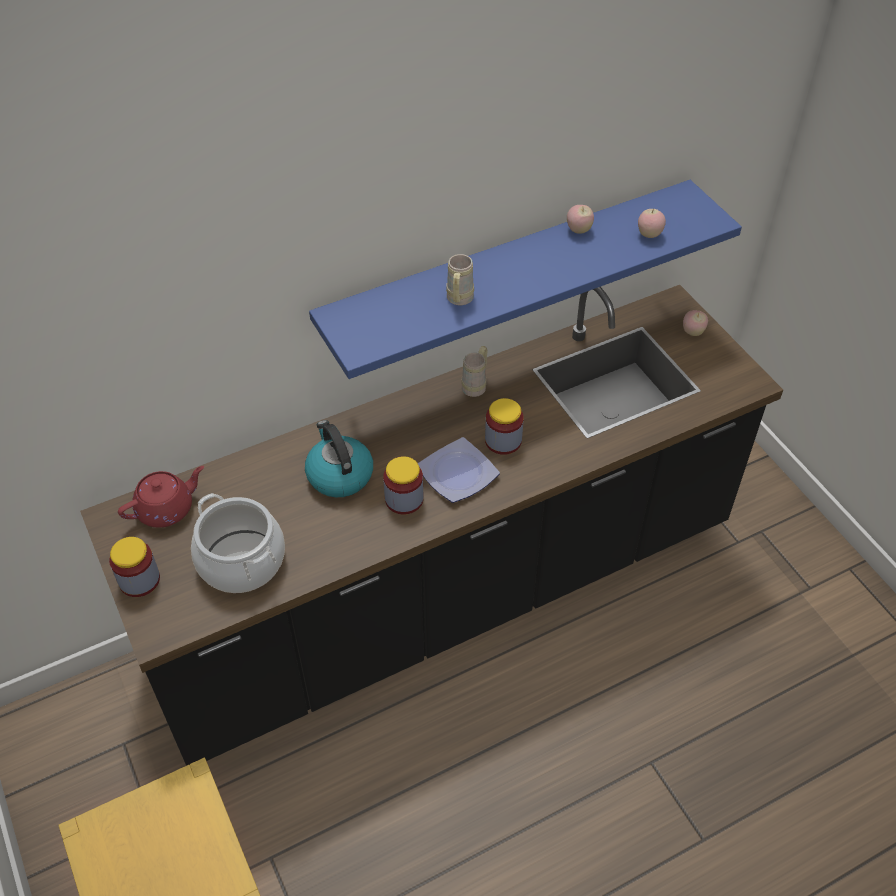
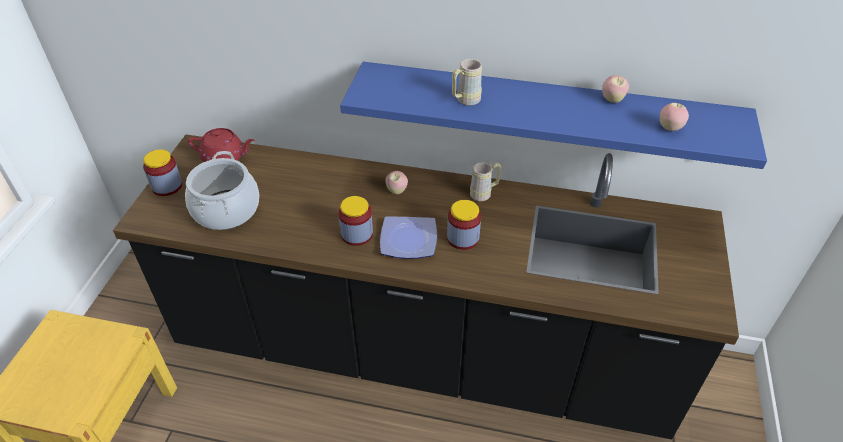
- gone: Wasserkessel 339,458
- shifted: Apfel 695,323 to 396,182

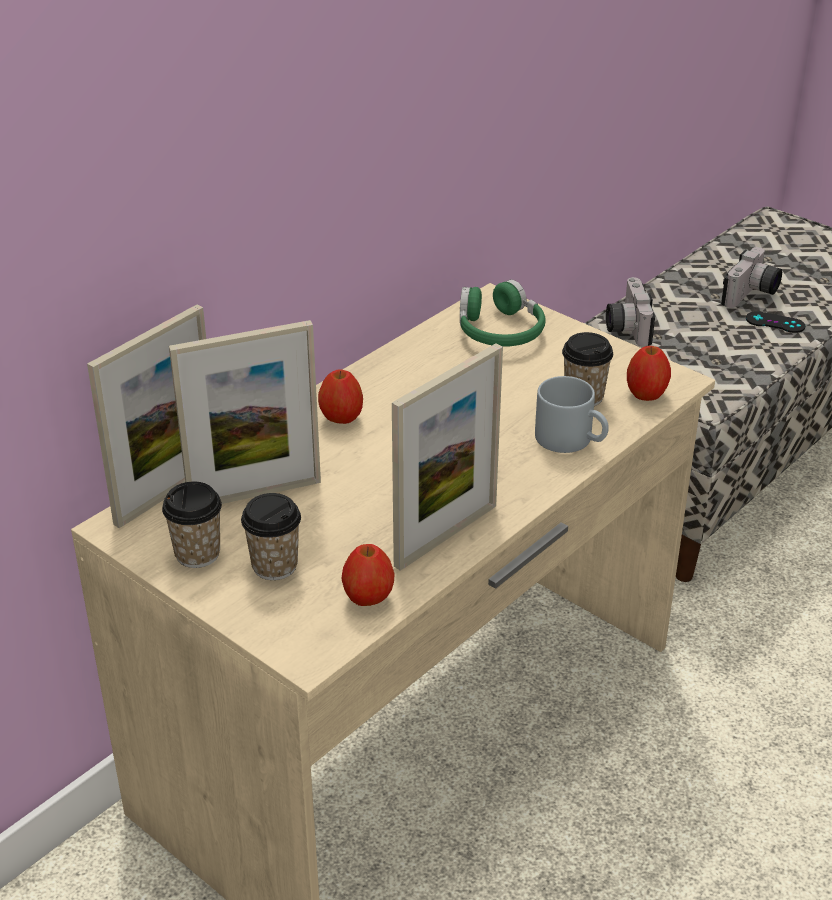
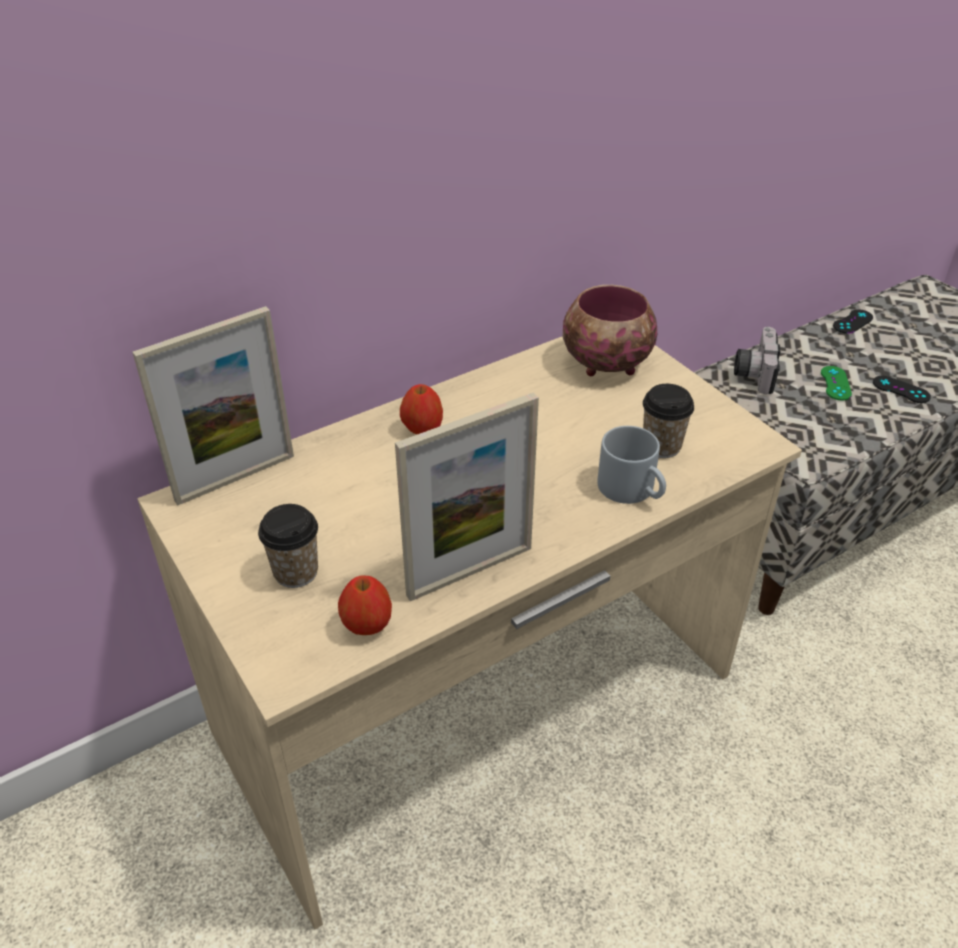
- gone: Tasse 192,524
- gone: Bilderrahmen 245,412
- gone: Apfel 649,373
- gone: Kamera 751,277
- new: Gamepad/grün 836,383
- new: Gamepad/schwarz 853,321
- swapped: Kopfhörer/grün 502,313 to Schüssel 610,330

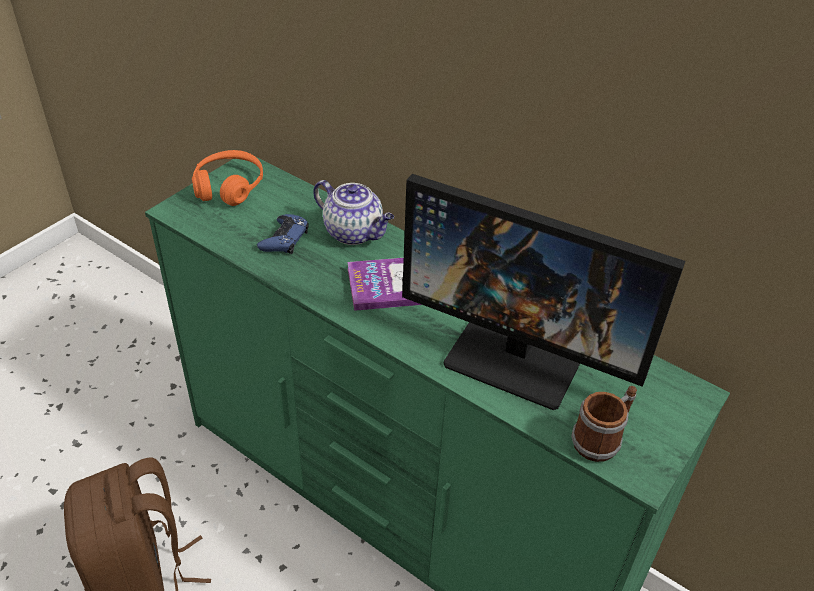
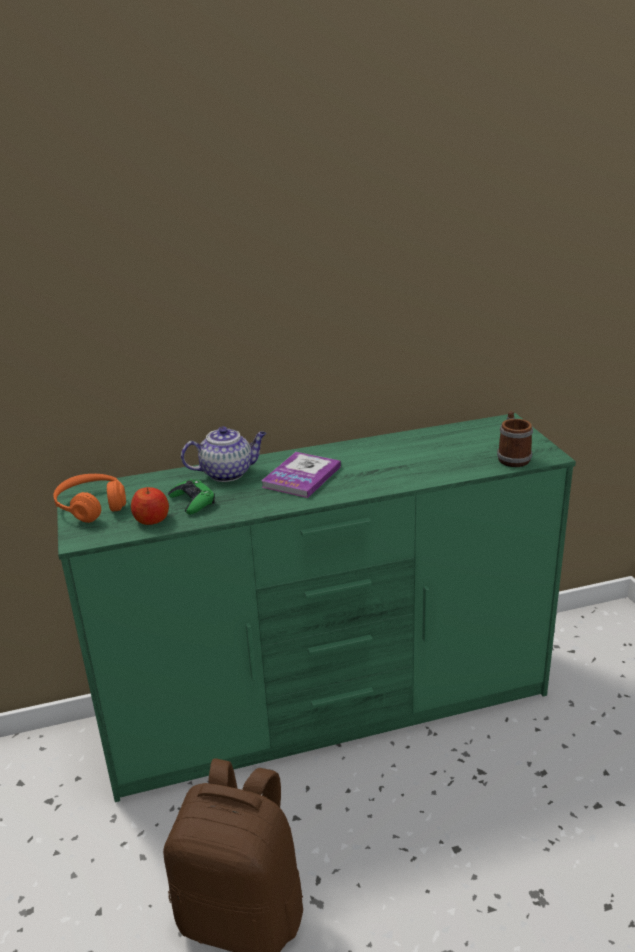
- gone: Monitor 544,292
- new: Apfel 150,506
- repainted: Gamepad/blau 282,234 to Gamepad/grün 191,497

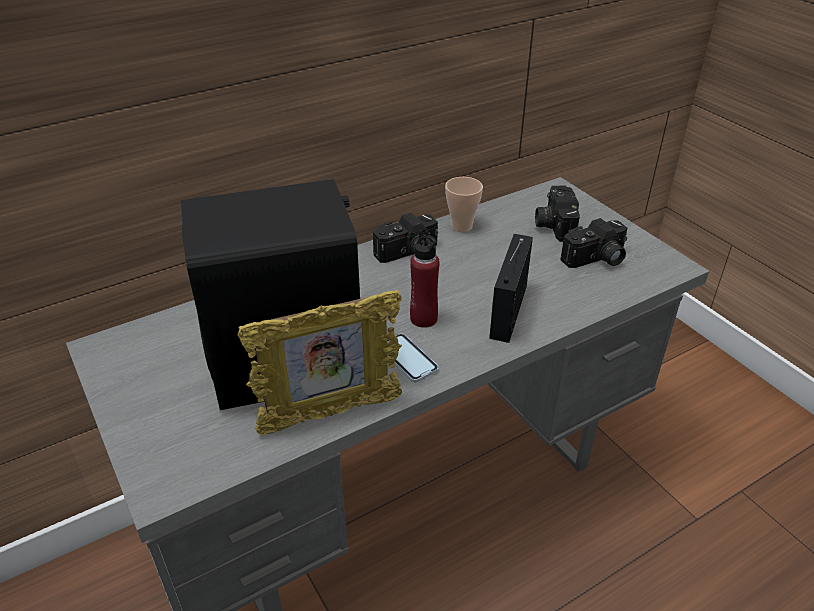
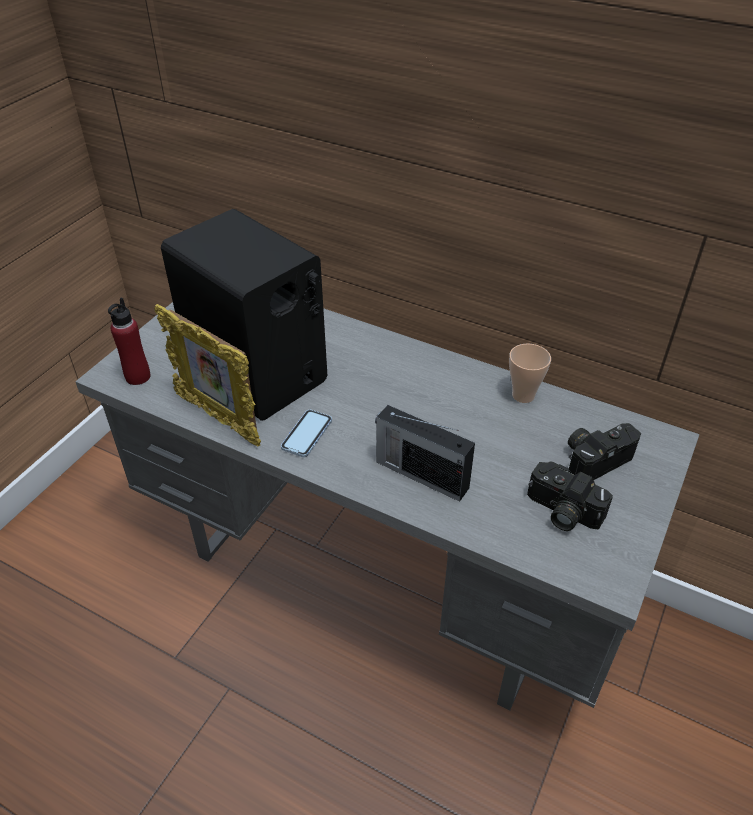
- gone: Kamera 405,238
- shifted: Flasche/rot 425,279 to 129,341
- rotated: Radio 511,288 = 425,453 135 degrees counterclockwise

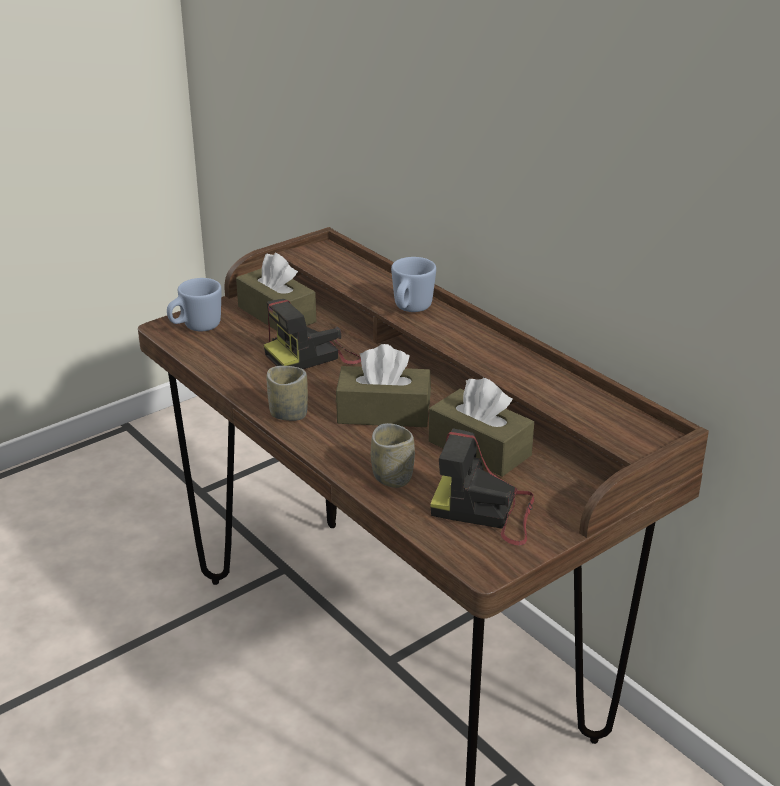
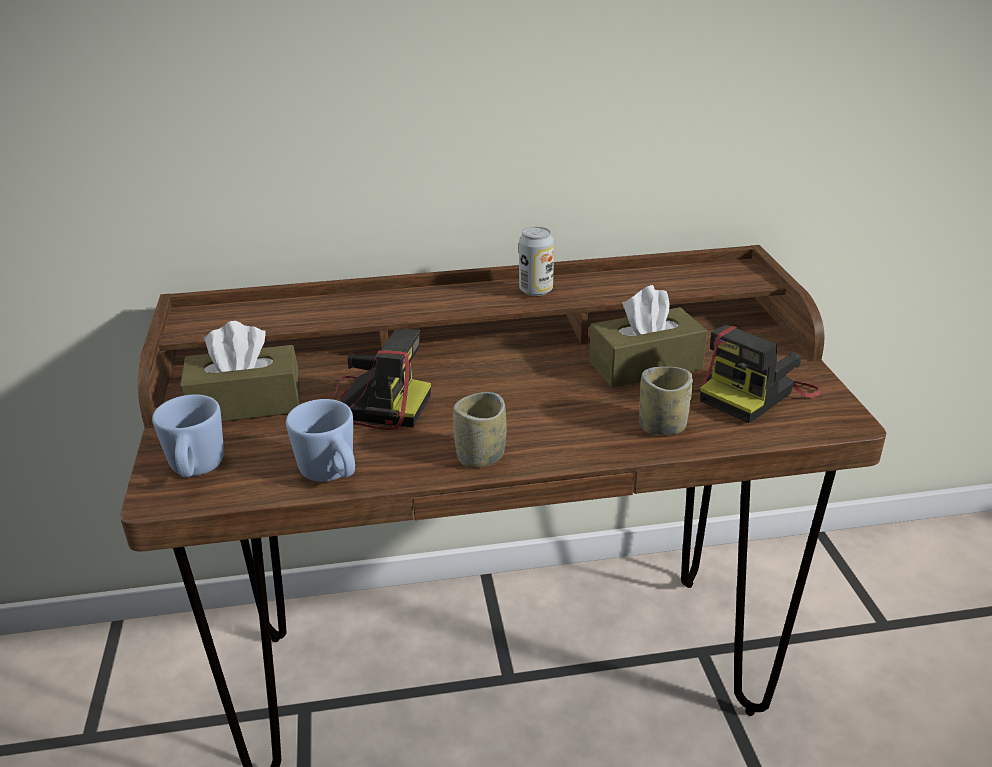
- gone: Taschentuchbox/braun 383,385
- new: Dose 536,261
- shifted: Henkelbecher/blau 413,284 to 320,440
- rotated: Kamera 312,334 = 381,379 75 degrees counterclockwise

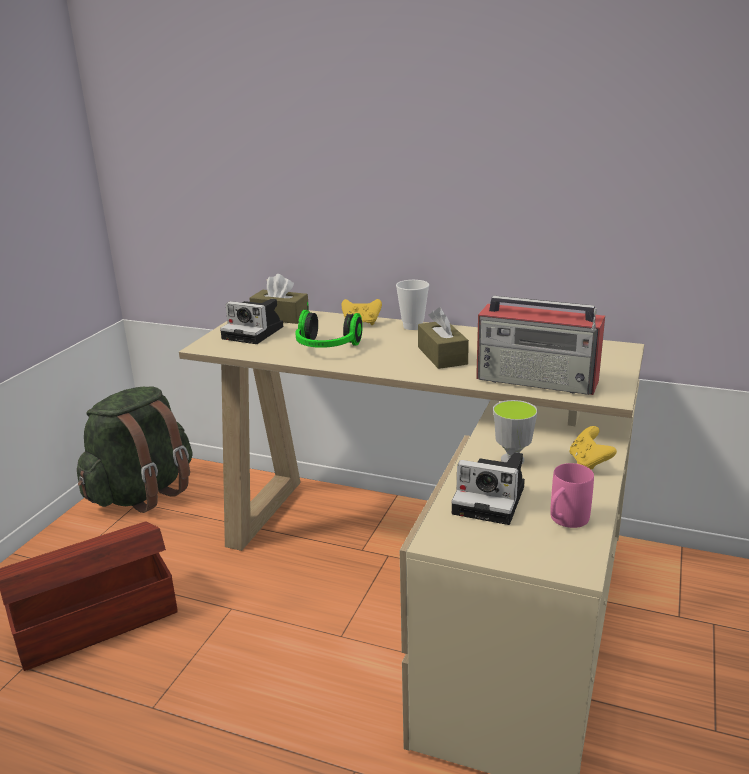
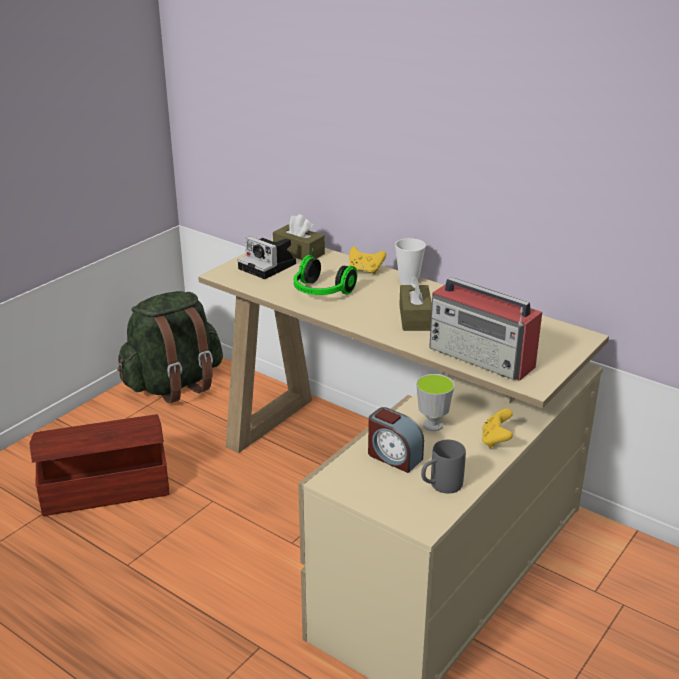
- swapped: Kamera 488,488 to Wecker 396,440
- repainted: Henkelbecher/rosa 572,495 to Henkelbecher/grau 443,466

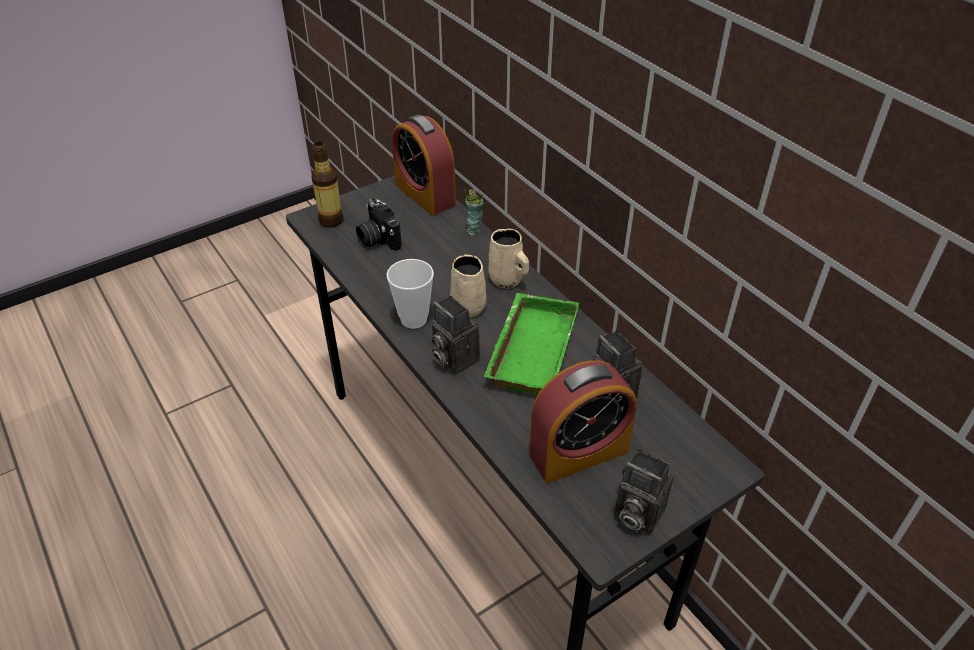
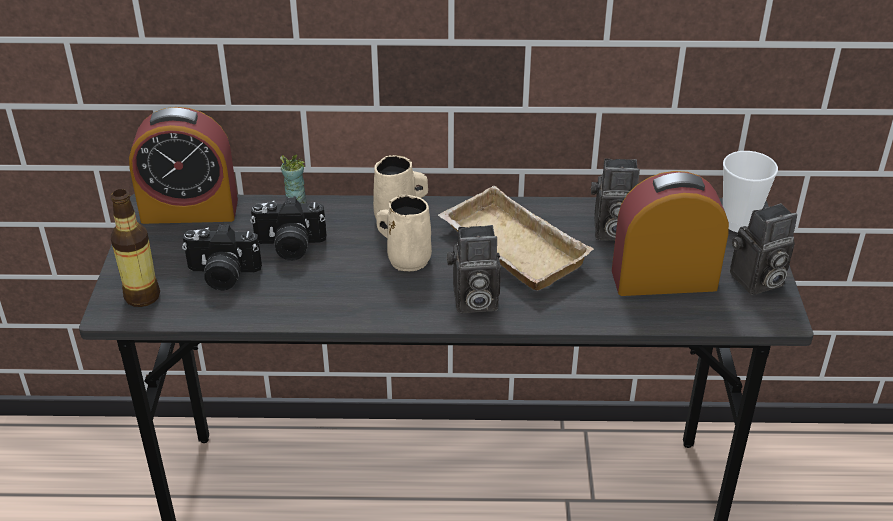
- new: Kamera 288,228
- shifted: Tasse 410,294 to 750,191
- repainted: Tablett/grün 531,344 to Tablett/beige 516,238
- rotated: Wecker 583,421 = 670,233 105 degrees counterclockwise

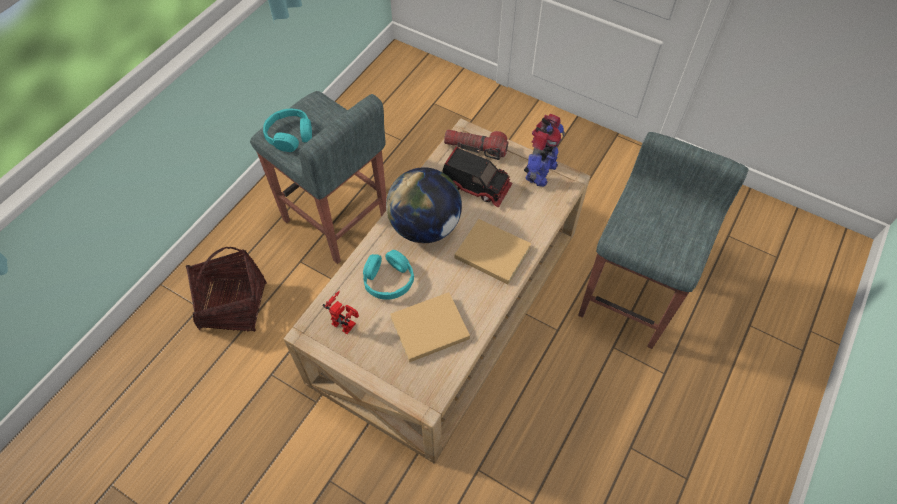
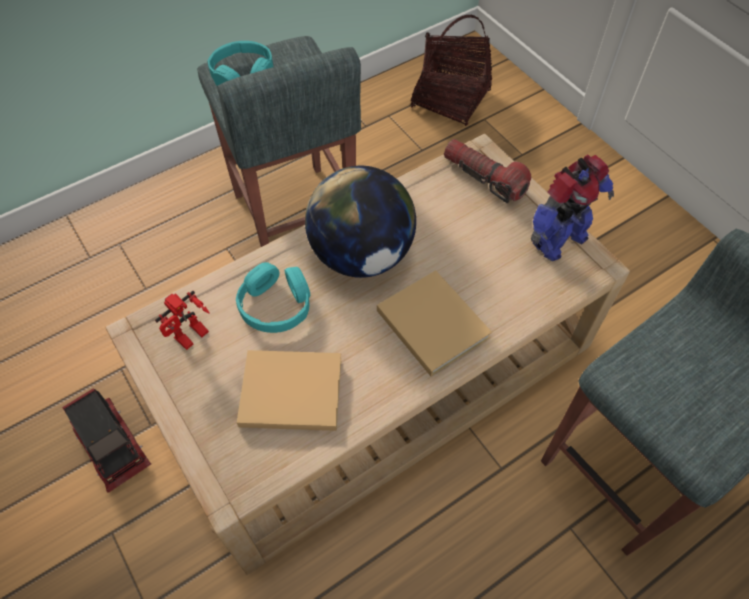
- shifted: Korb 226,289 to 451,70
- shifted: Spielzeuglaster 477,176 to 106,440
- rotated: Spielzeugroboter 340,312 = 182,320 75 degrees clockwise

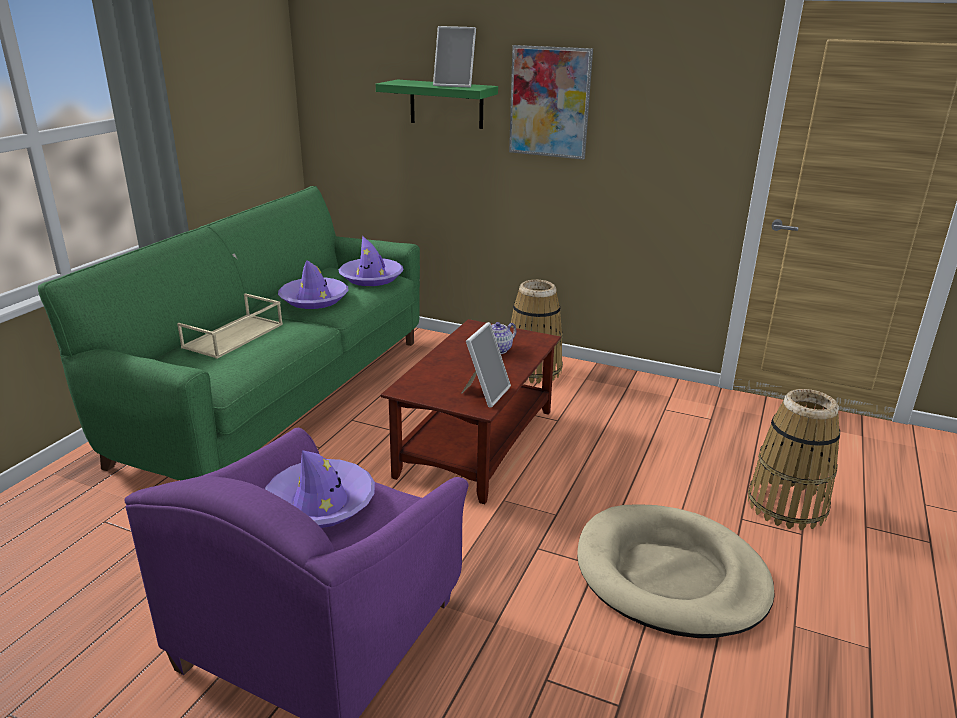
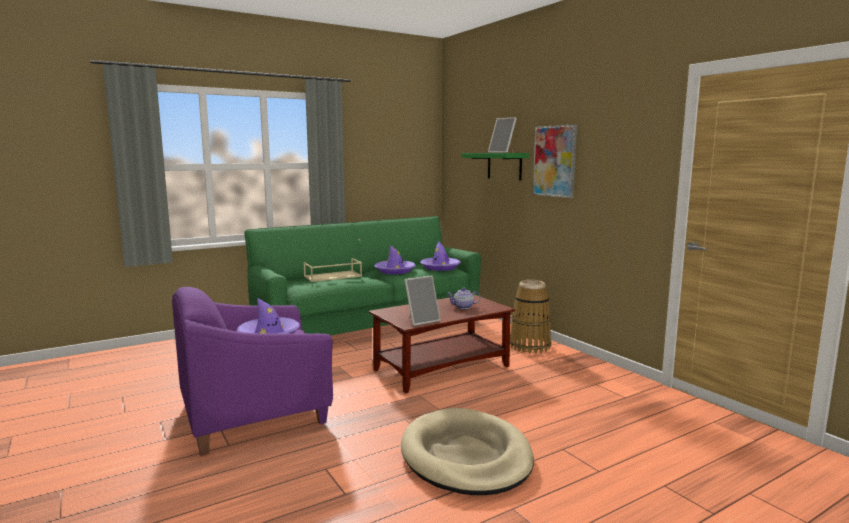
- gone: Korb 794,459

